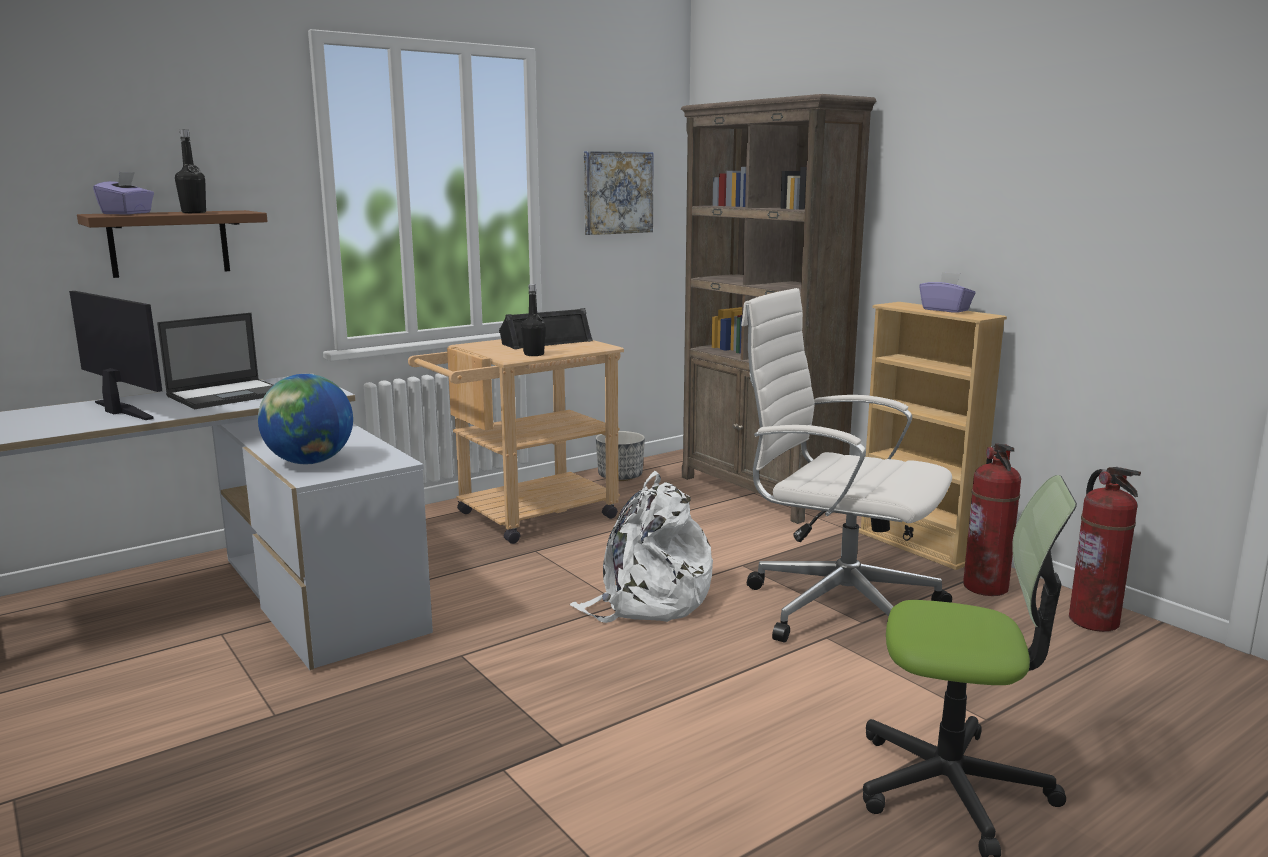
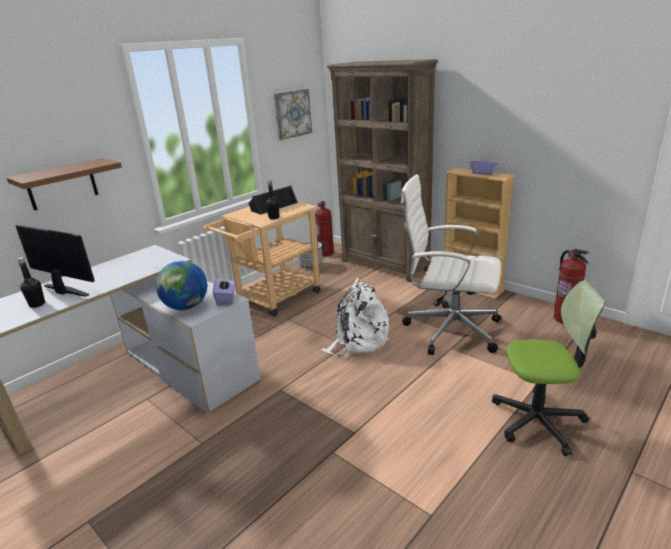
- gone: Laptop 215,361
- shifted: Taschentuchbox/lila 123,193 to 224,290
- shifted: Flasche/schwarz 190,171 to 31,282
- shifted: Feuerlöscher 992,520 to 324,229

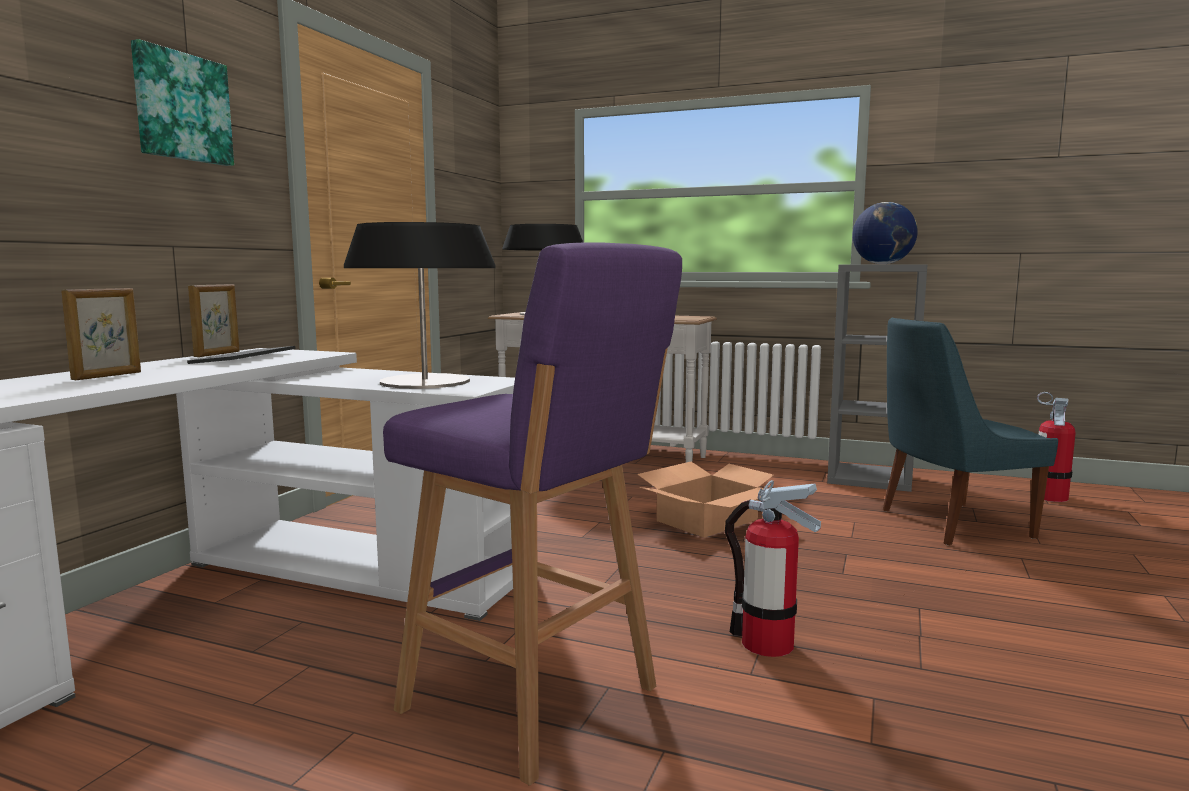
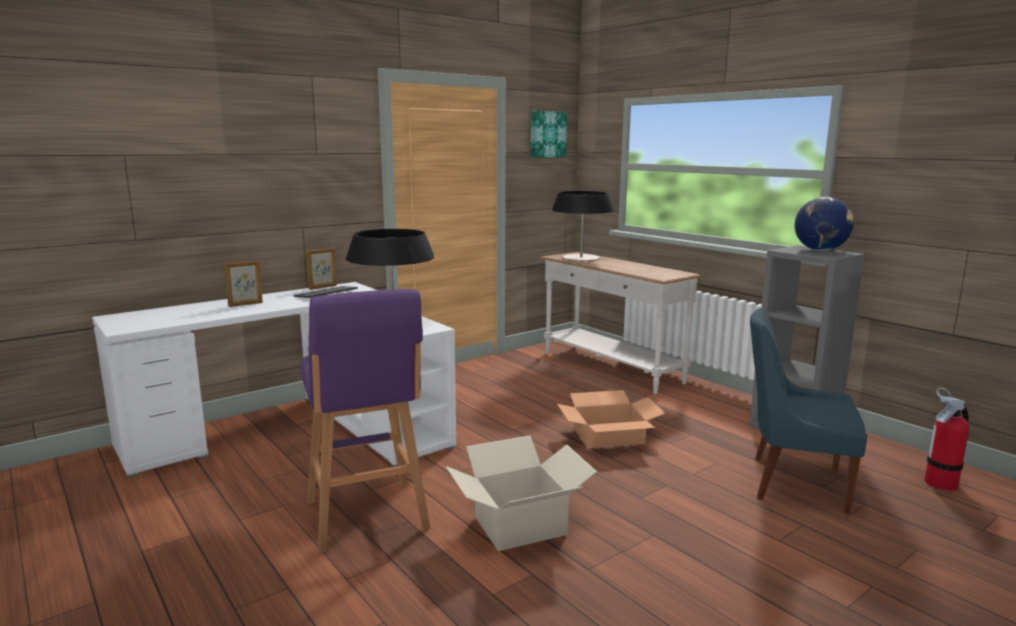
- shifted: Bild 182,102 to 549,134
- swapped: Feuerlöscher 773,568 to Karton 521,493

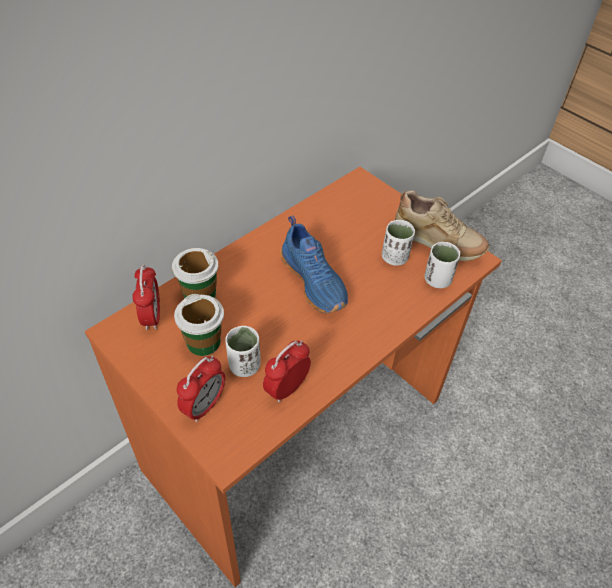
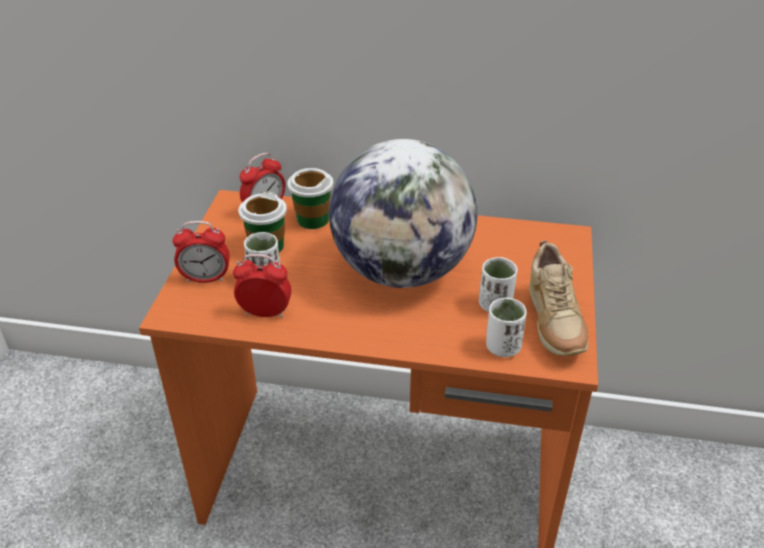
- swapped: Schuh/blau 314,264 to Globus 403,213

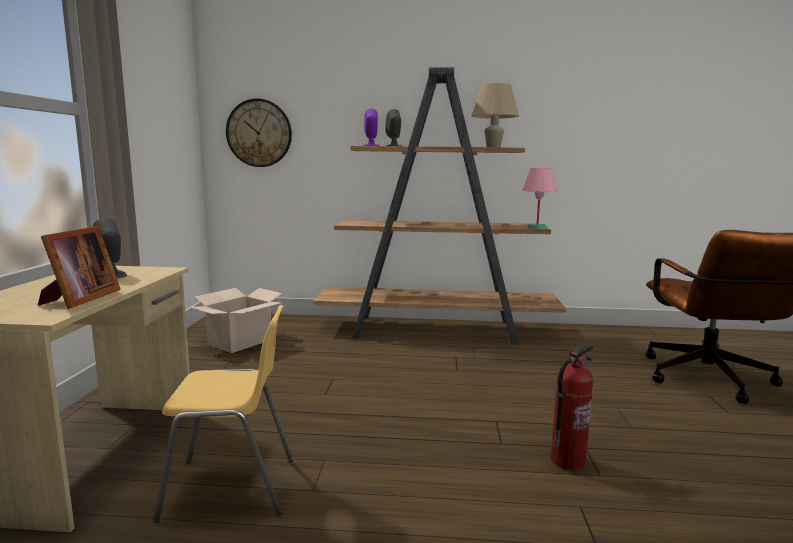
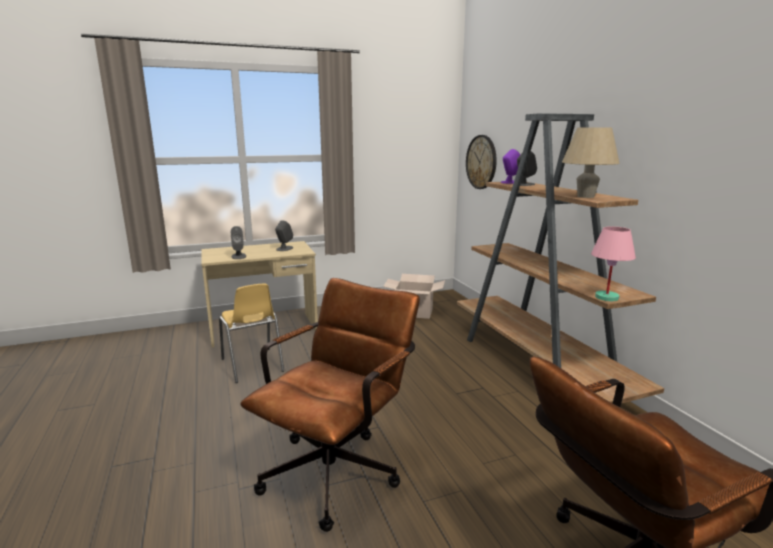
- swapped: Bilderrahmen 79,267 to Lautsprecher/grau 238,242
- swapped: Feuerlöscher 572,407 to Bürostuhl/braun 330,405

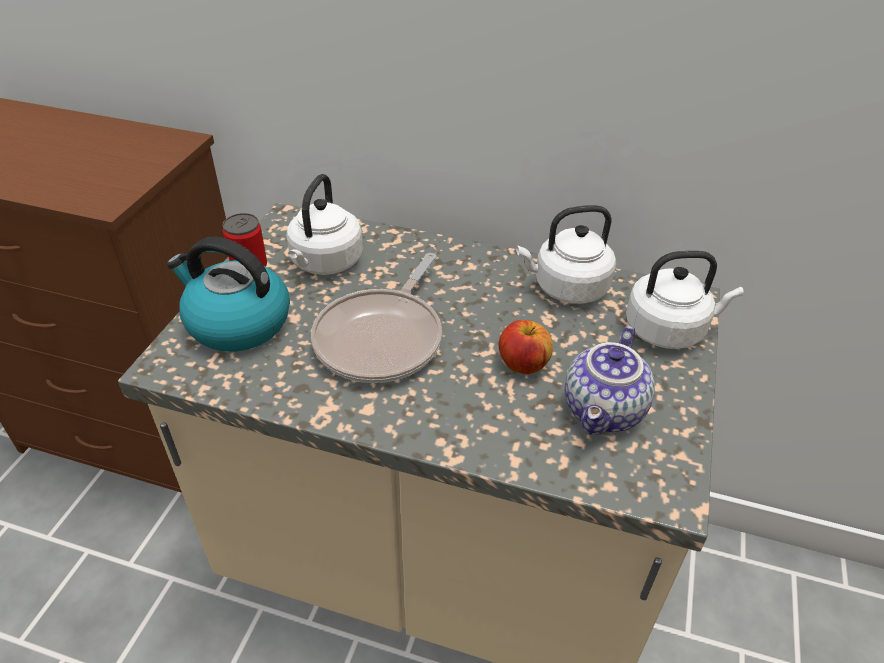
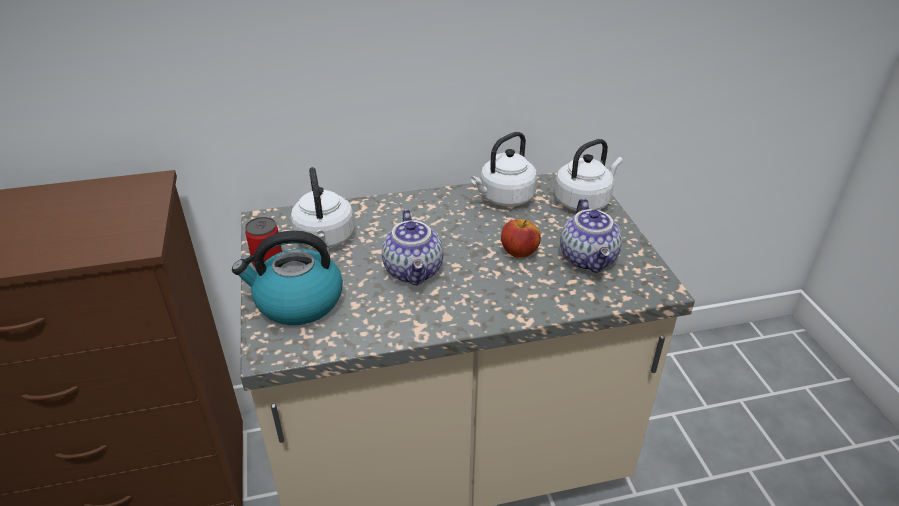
- swapped: Pfanne 376,318 to Teekanne 412,247

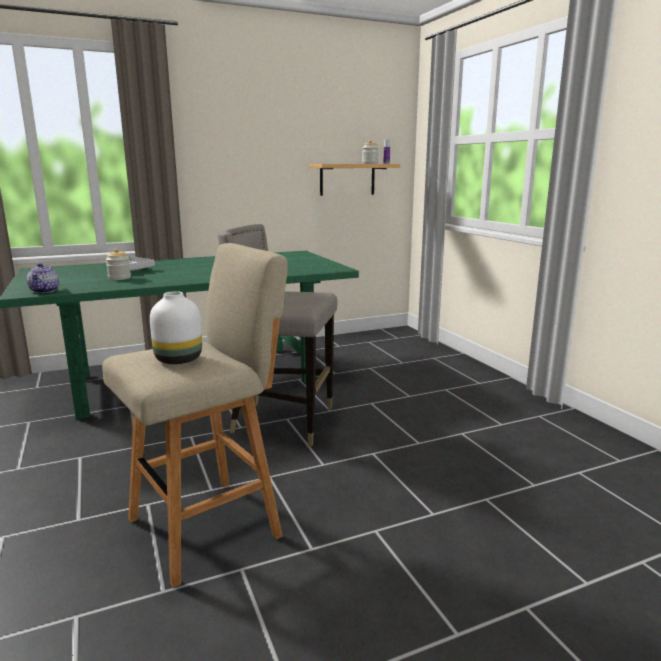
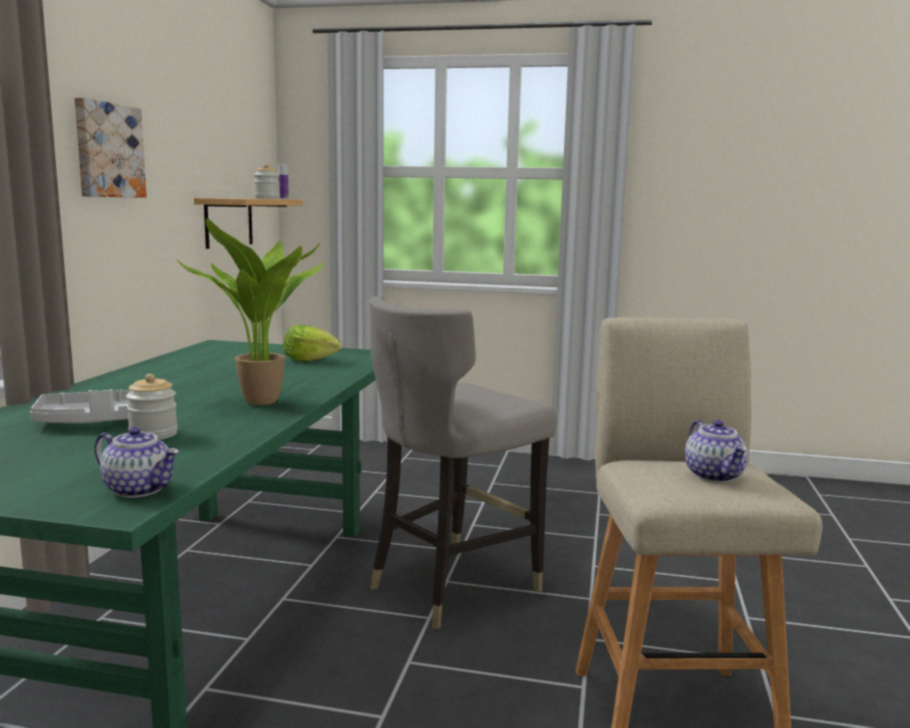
- new: Bild 110,147
- new: Topfpflanze 250,311
- new: Salatkopf 312,343
- swapped: Vase/weiß 176,327 to Teekanne 716,451

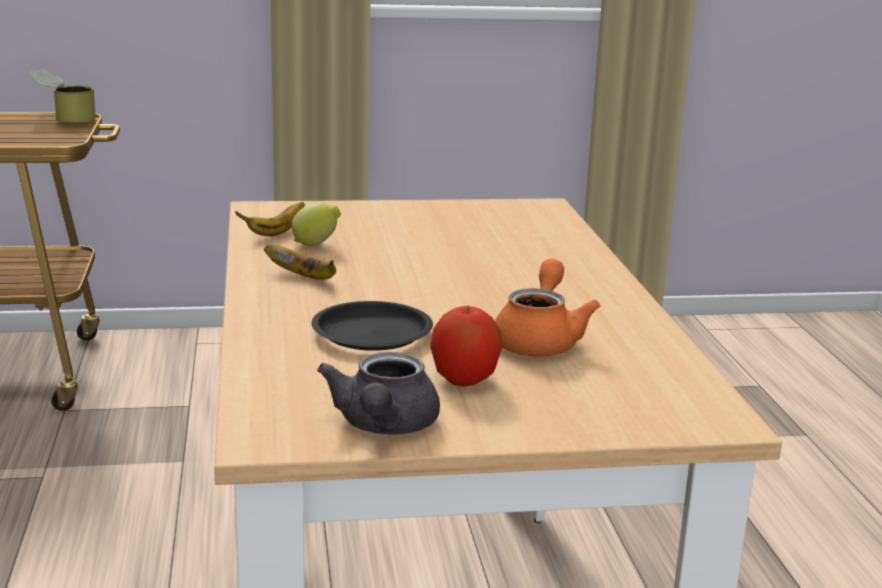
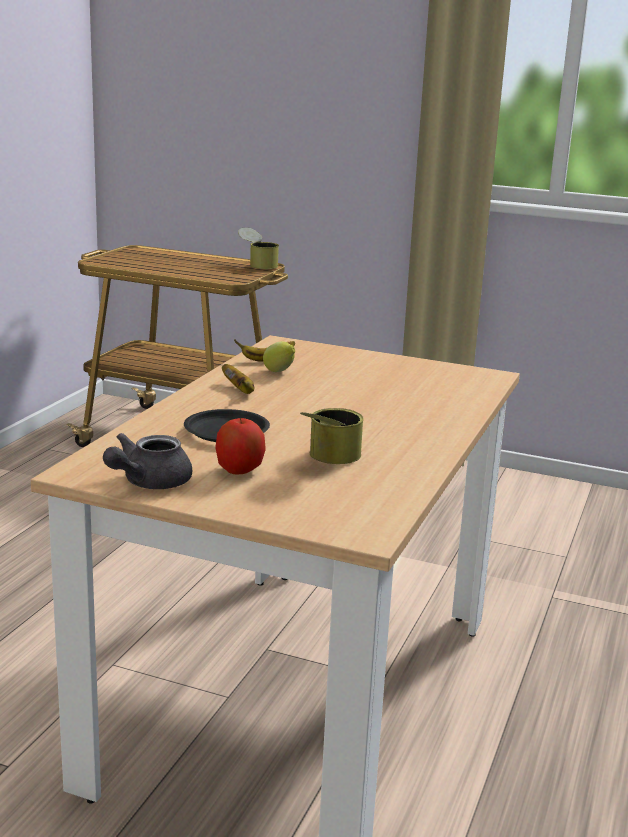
- swapped: Teekanne/orange 547,307 to Dose 332,436

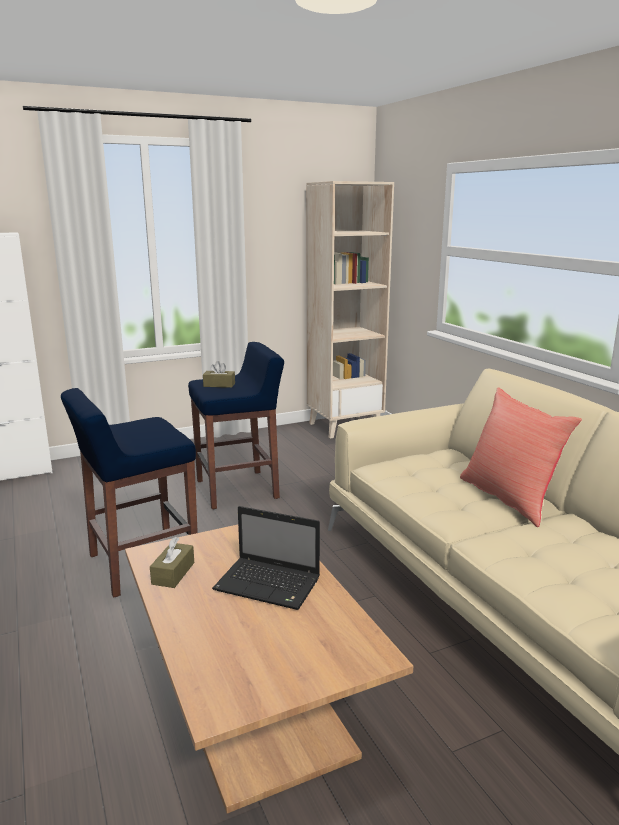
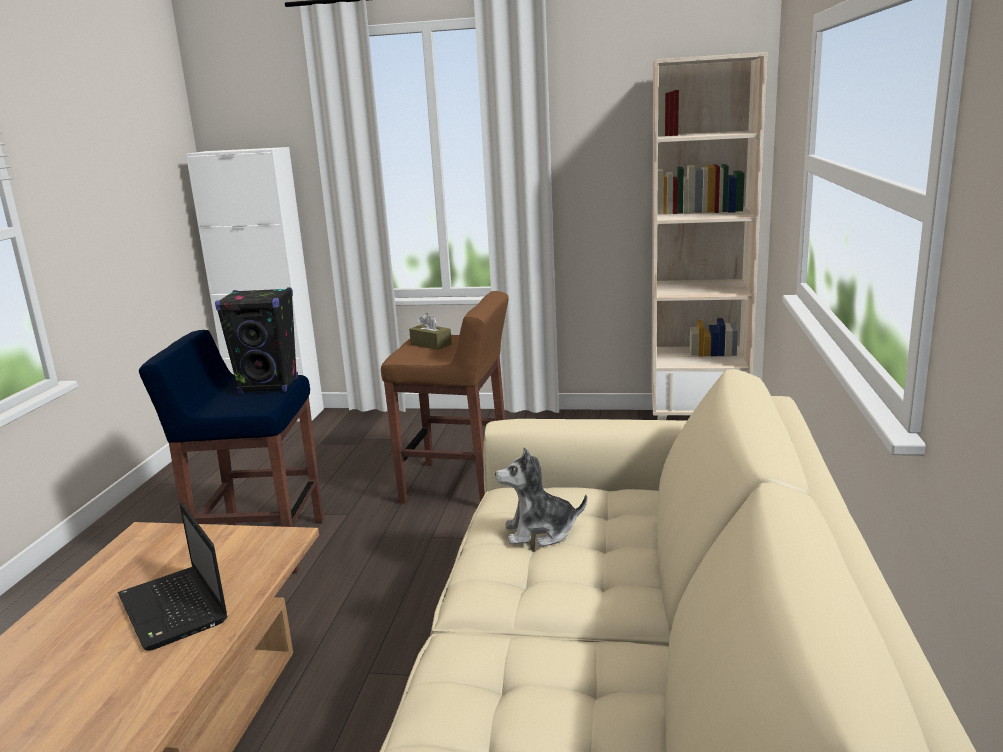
- gone: Taschentuchbox/braun 172,562
- gone: Kissen/rot 521,457
- new: Lautsprecher/schwarz 256,340
- new: Plüschtier 541,497
- repainted: Hocker/blau 236,426 to Hocker/braun 445,397

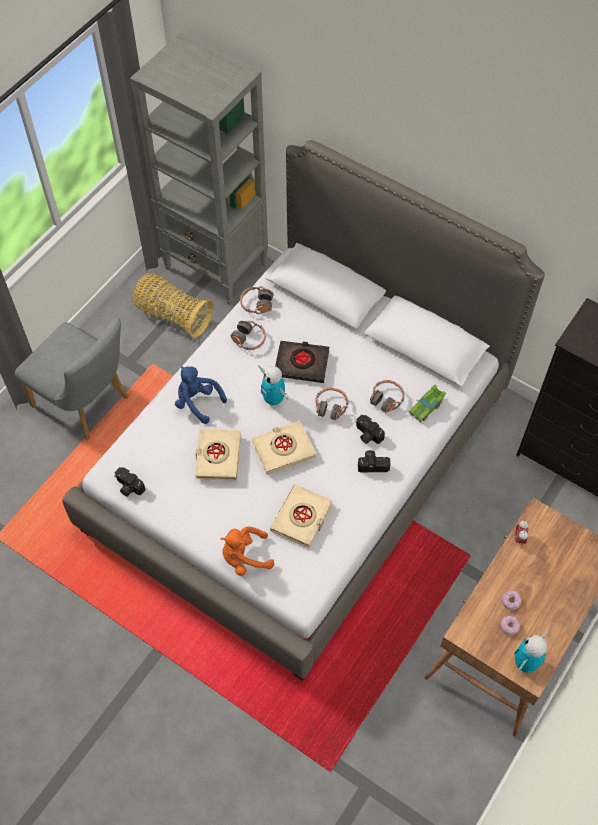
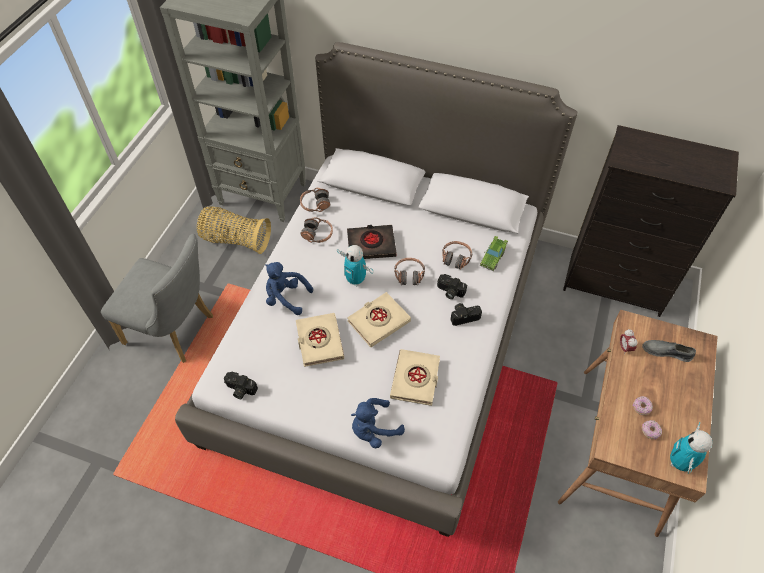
- new: Schuh/grau 669,351
- repainted: Plüschtier/orange 247,551 to Plüschtier/blau 378,423

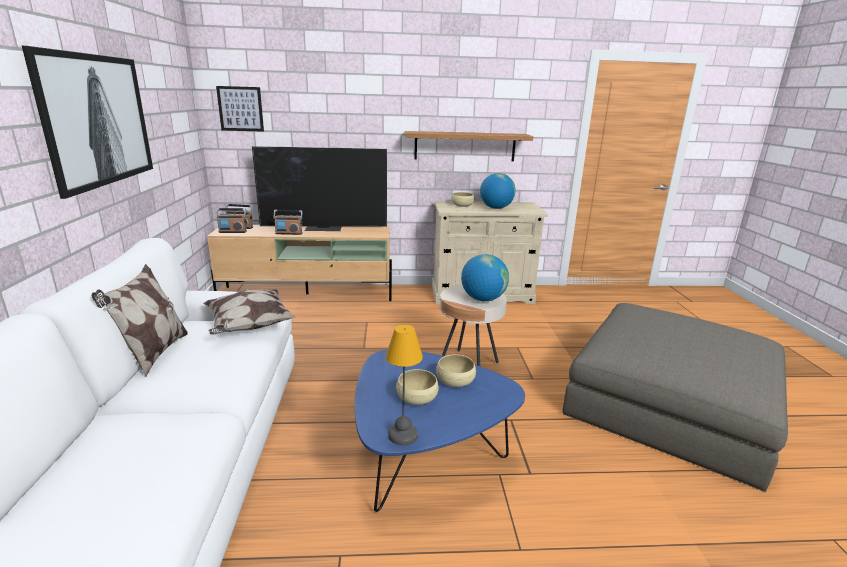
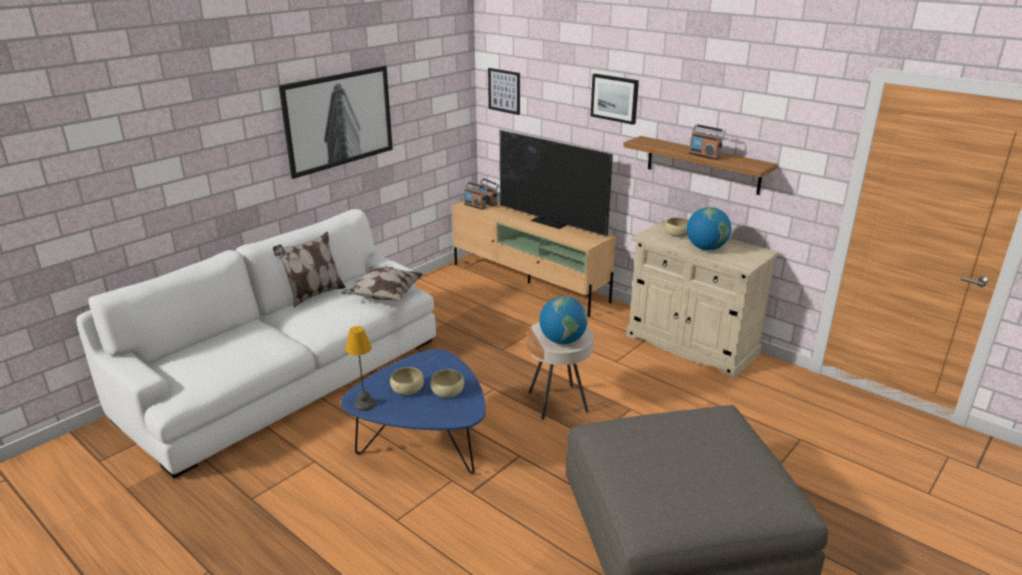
- new: Bild 615,99
- shifted: Radio 288,222 to 707,142

